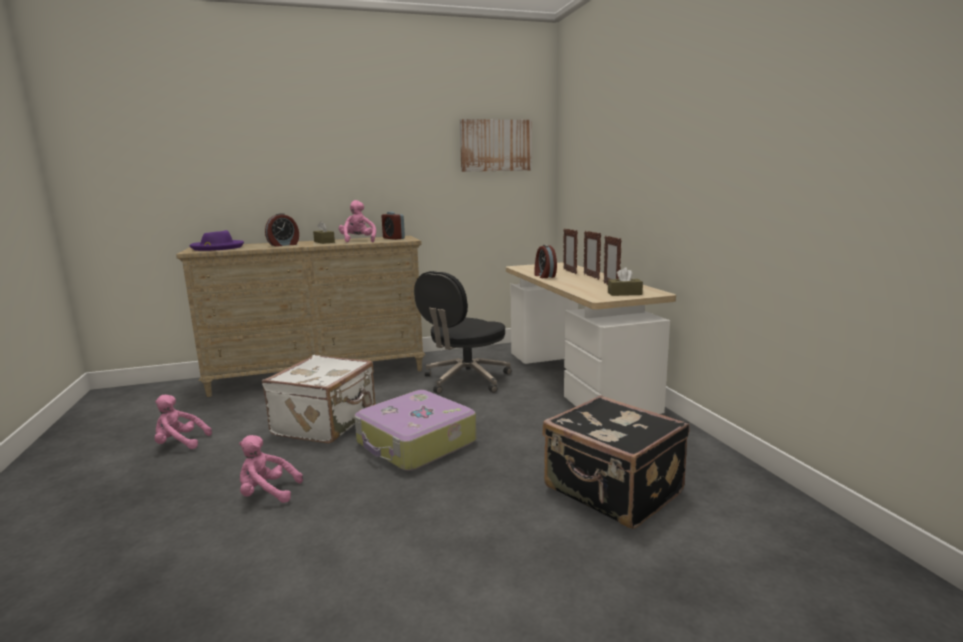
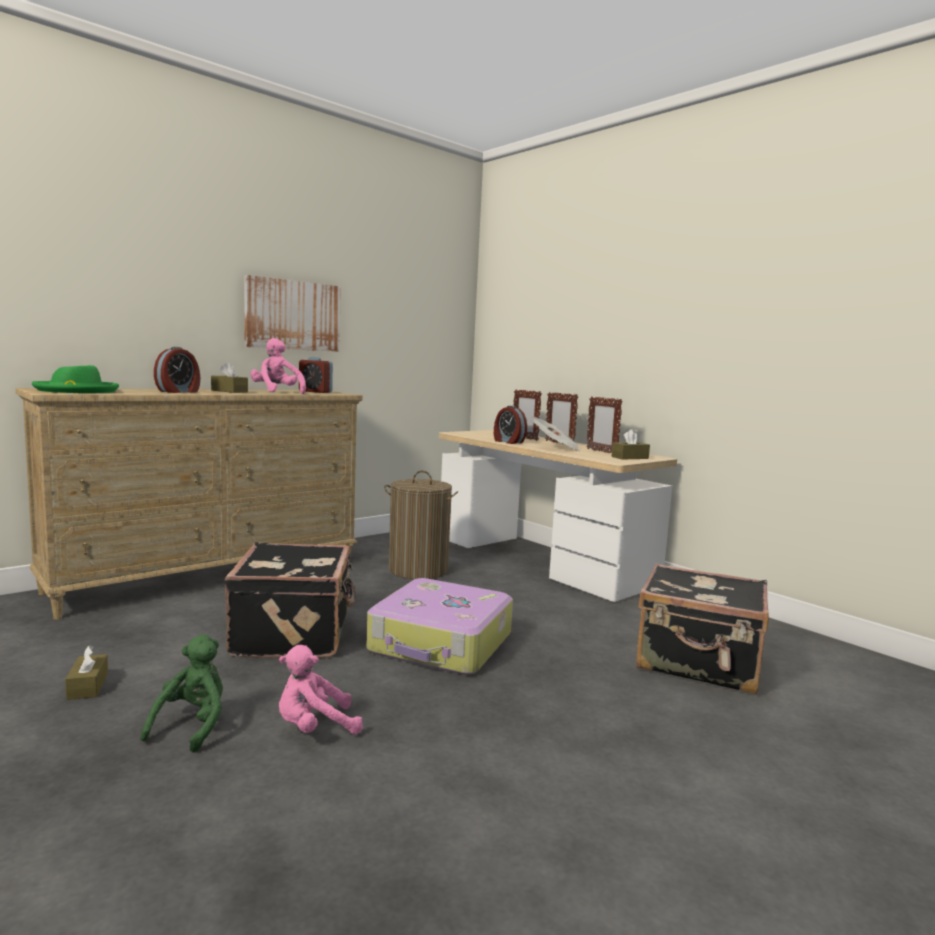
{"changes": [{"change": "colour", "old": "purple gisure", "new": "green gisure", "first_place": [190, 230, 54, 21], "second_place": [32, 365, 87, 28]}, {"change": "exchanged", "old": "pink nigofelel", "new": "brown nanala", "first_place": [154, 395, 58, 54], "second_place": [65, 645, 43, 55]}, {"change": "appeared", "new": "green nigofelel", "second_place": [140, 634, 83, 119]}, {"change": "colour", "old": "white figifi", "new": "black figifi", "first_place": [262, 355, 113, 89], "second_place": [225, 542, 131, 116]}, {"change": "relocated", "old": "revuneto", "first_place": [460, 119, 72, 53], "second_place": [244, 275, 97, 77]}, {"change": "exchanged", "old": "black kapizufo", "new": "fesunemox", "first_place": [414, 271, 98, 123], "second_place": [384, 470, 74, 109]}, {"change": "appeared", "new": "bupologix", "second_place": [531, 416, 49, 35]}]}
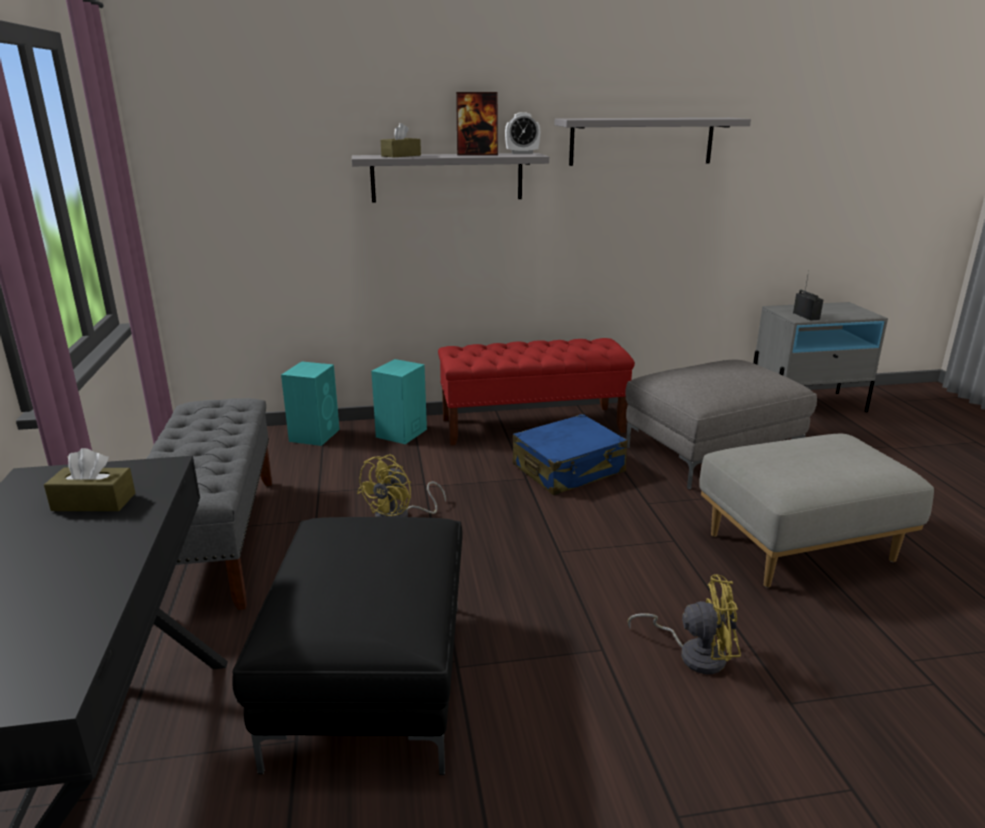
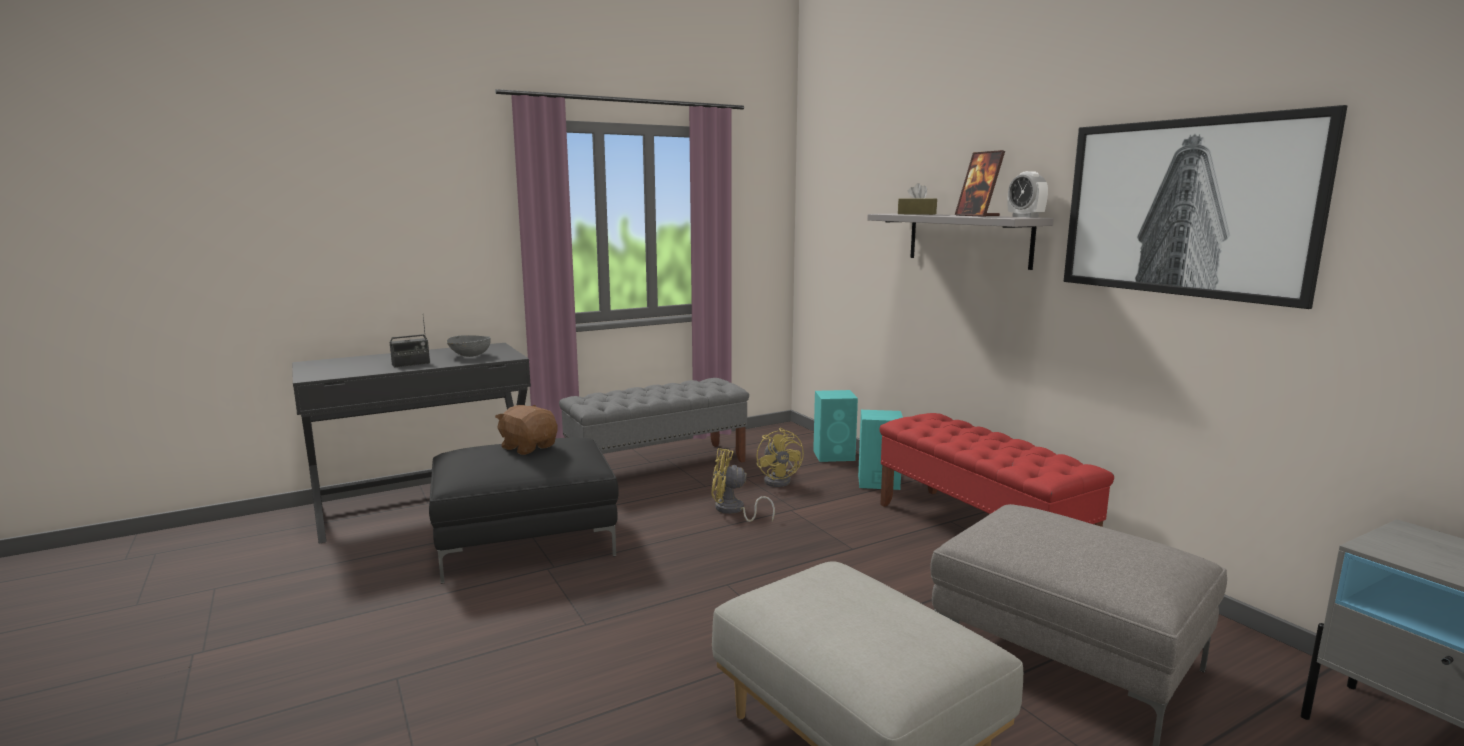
{"changes": [{"change": "relocated", "old": "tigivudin", "first_place": [793, 271, 30, 50], "second_place": [390, 317, 40, 50]}, {"change": "exchanged", "old": "brown nanala", "new": "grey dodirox", "first_place": [44, 448, 91, 63], "second_place": [446, 335, 45, 22]}, {"change": "appeared", "new": "brown nigofelel", "second_place": [495, 405, 62, 50]}, {"change": "relocated", "old": "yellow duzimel", "first_place": [628, 574, 113, 100], "second_place": [756, 428, 48, 59]}, {"change": "exchanged", "old": "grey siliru", "new": "revuneto", "first_place": [554, 118, 197, 48], "second_place": [1064, 105, 284, 204]}, {"change": "missing", "old": "blue figifi", "first_place": [513, 414, 114, 81]}]}
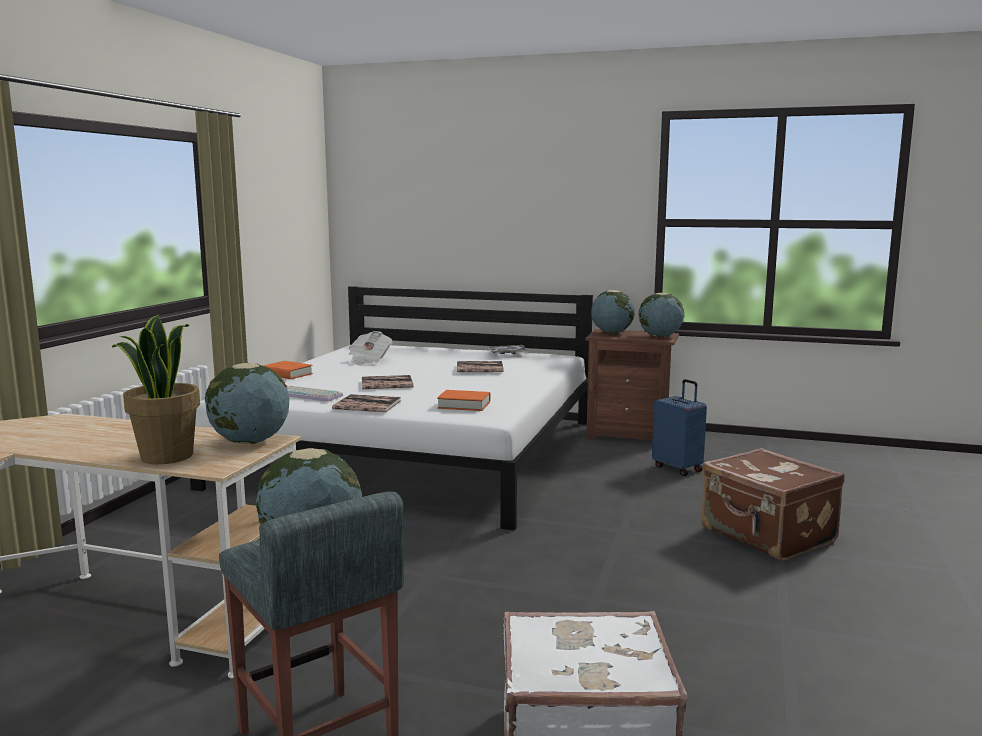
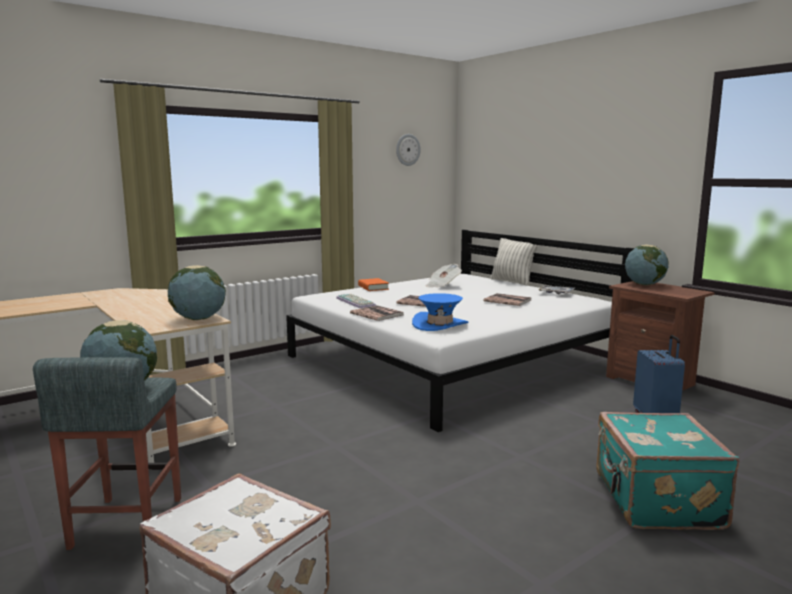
{"changes": [{"change": "appeared", "new": "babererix", "second_place": [396, 134, 25, 32]}, {"change": "exchanged", "old": "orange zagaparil", "new": "blue gisure", "first_place": [437, 390, 53, 21], "second_place": [412, 293, 57, 38]}, {"change": "appeared", "new": "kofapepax", "second_place": [490, 238, 48, 48]}, {"change": "colour", "old": "brown figifi", "new": "turquoise figifi", "first_place": [701, 448, 144, 113], "second_place": [596, 412, 143, 118]}, {"change": "missing", "old": "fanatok", "first_place": [112, 315, 88, 149]}, {"change": "missing", "old": "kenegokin", "first_place": [638, 293, 46, 44]}]}
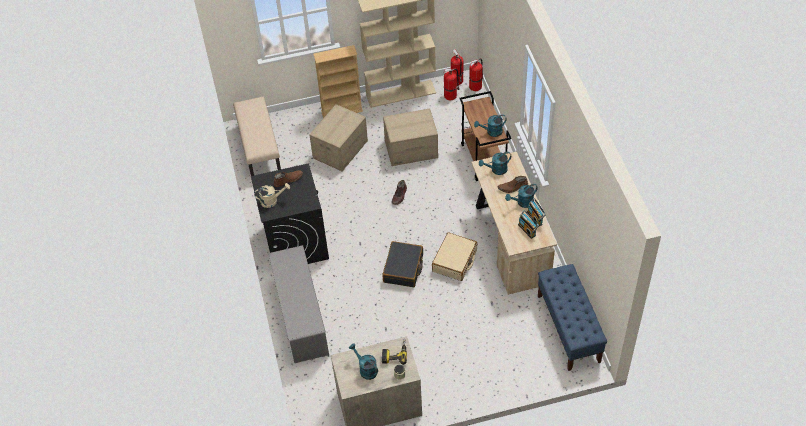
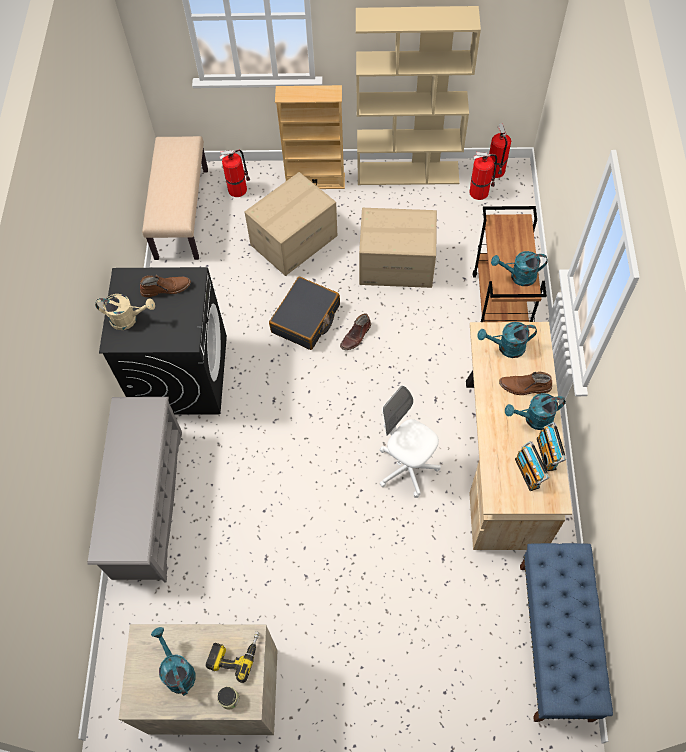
{"changes": [{"change": "relocated", "old": "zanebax", "first_place": [469, 58, 14, 33], "second_place": [220, 149, 30, 48]}, {"change": "relocated", "old": "black figifi", "first_place": [382, 241, 41, 46], "second_place": [269, 277, 71, 73]}, {"change": "exchanged", "old": "beige figifi", "new": "white kapizufo", "first_place": [432, 232, 45, 49], "second_place": [379, 385, 62, 113]}]}
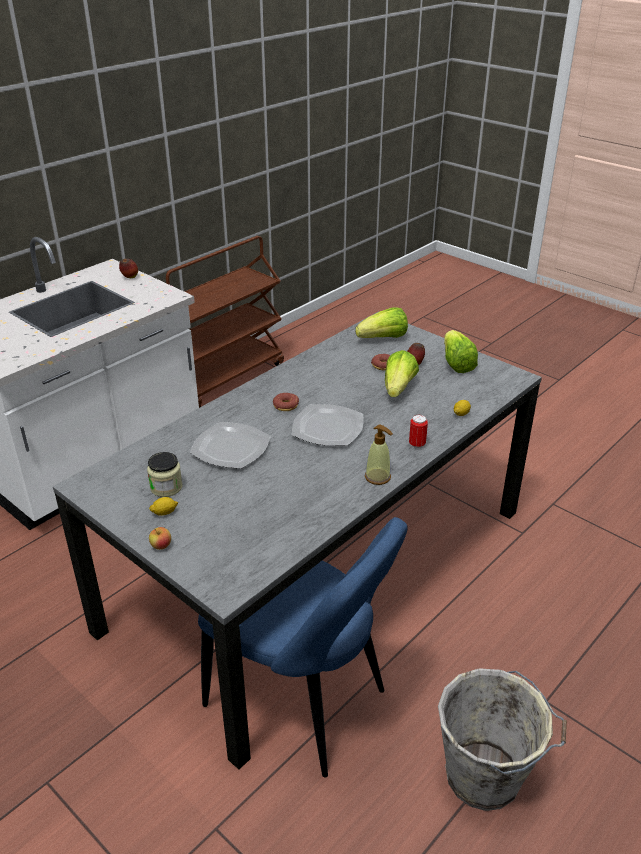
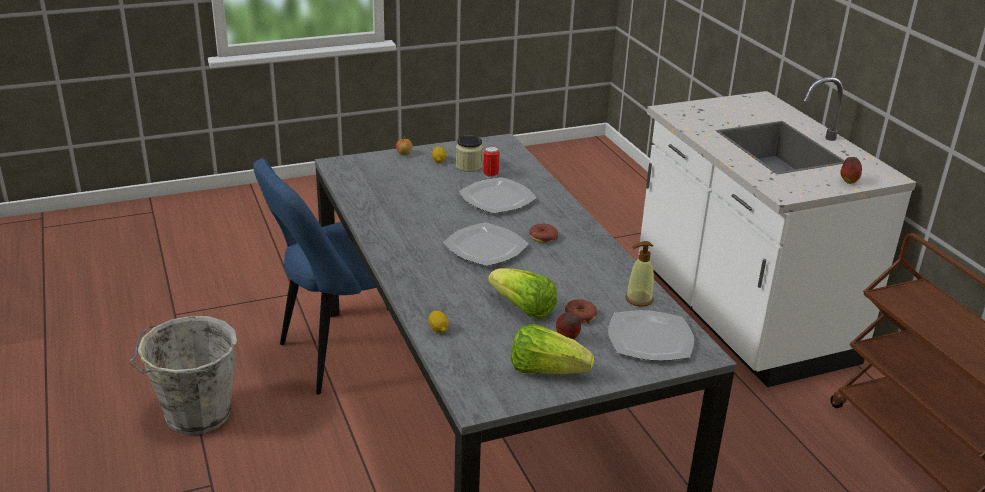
{"changes": [{"change": "relocated", "old": "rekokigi", "first_place": [409, 415, 19, 34], "second_place": [483, 146, 17, 32]}, {"change": "exchanged", "old": "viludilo", "new": "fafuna", "first_place": [355, 307, 53, 31], "second_place": [608, 310, 86, 51]}, {"change": "relocated", "old": "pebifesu", "first_place": [365, 425, 28, 60], "second_place": [625, 241, 29, 66]}]}
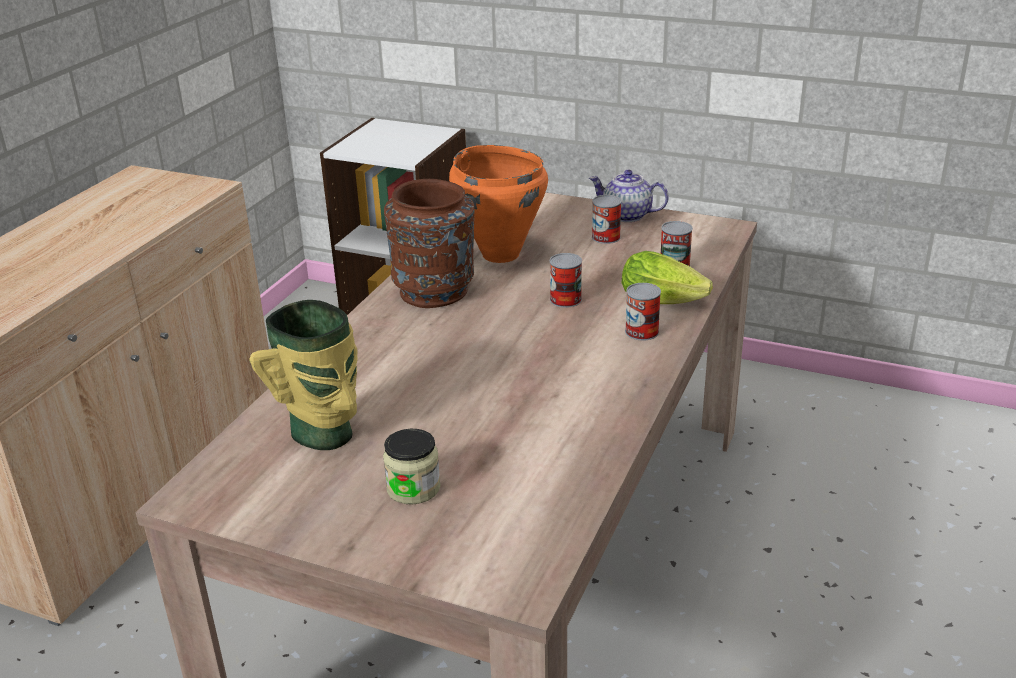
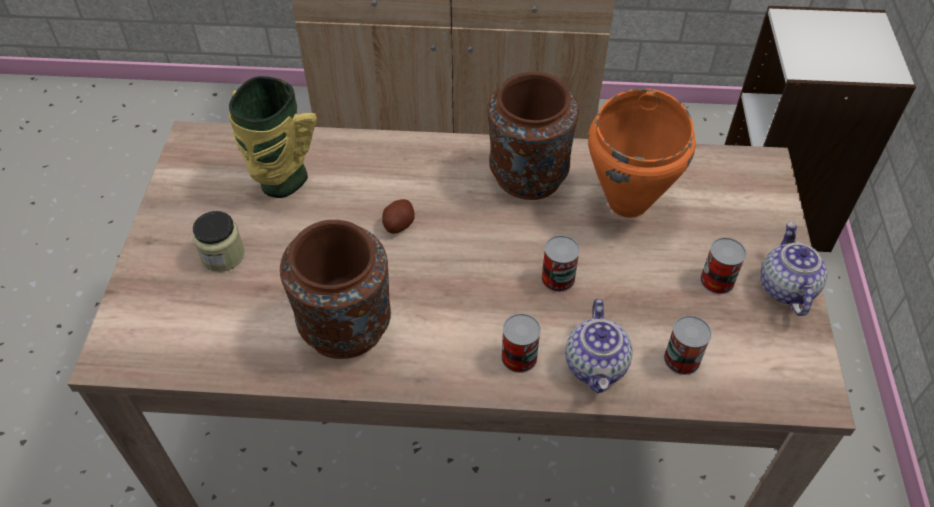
{"changes": [{"change": "appeared", "new": "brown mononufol", "second_place": [280, 220, 111, 139]}, {"change": "appeared", "new": "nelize", "second_place": [382, 199, 33, 35]}, {"change": "exchanged", "old": "viludilo", "new": "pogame", "first_place": [622, 251, 91, 53], "second_place": [565, 299, 68, 94]}]}
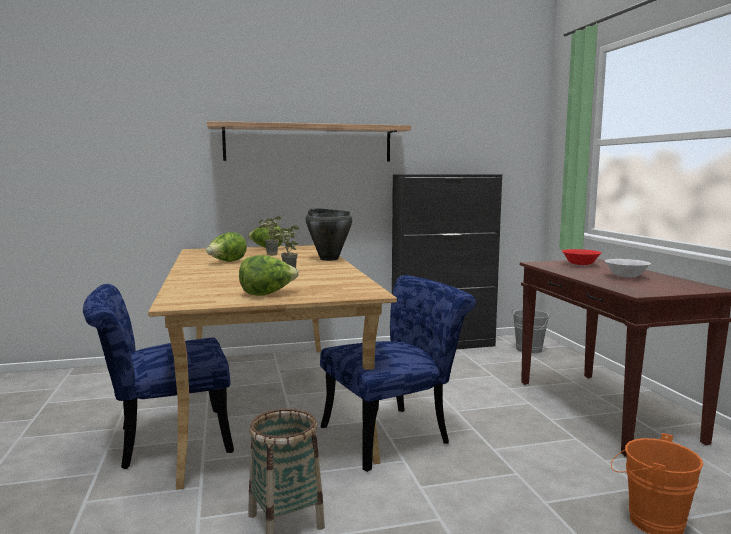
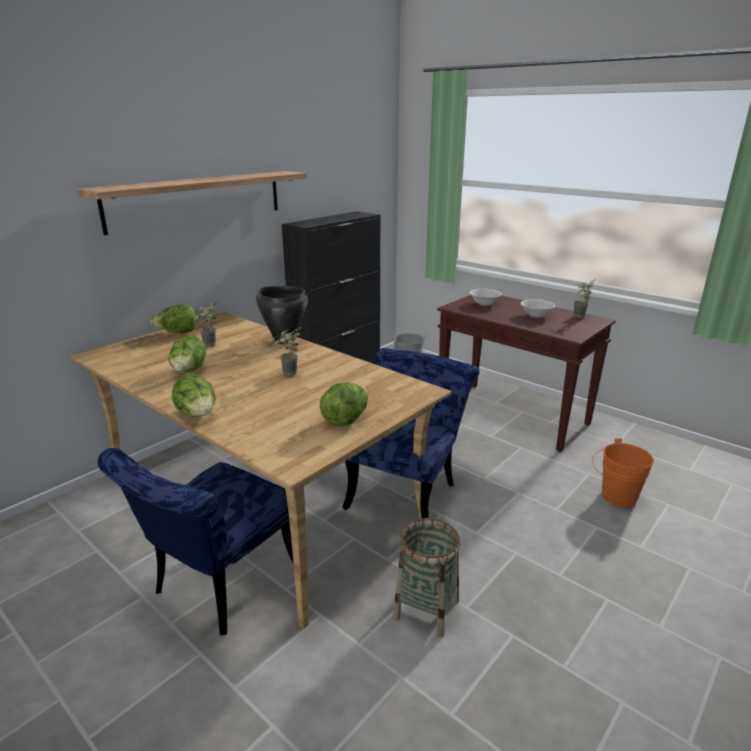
{"changes": [{"change": "appeared", "new": "viludilo", "second_place": [172, 373, 44, 44]}, {"change": "colour", "old": "red dodirox", "new": "white dodirox", "first_place": [562, 249, 39, 18], "second_place": [470, 289, 32, 17]}, {"change": "appeared", "new": "fanatok", "second_place": [574, 279, 21, 39]}]}
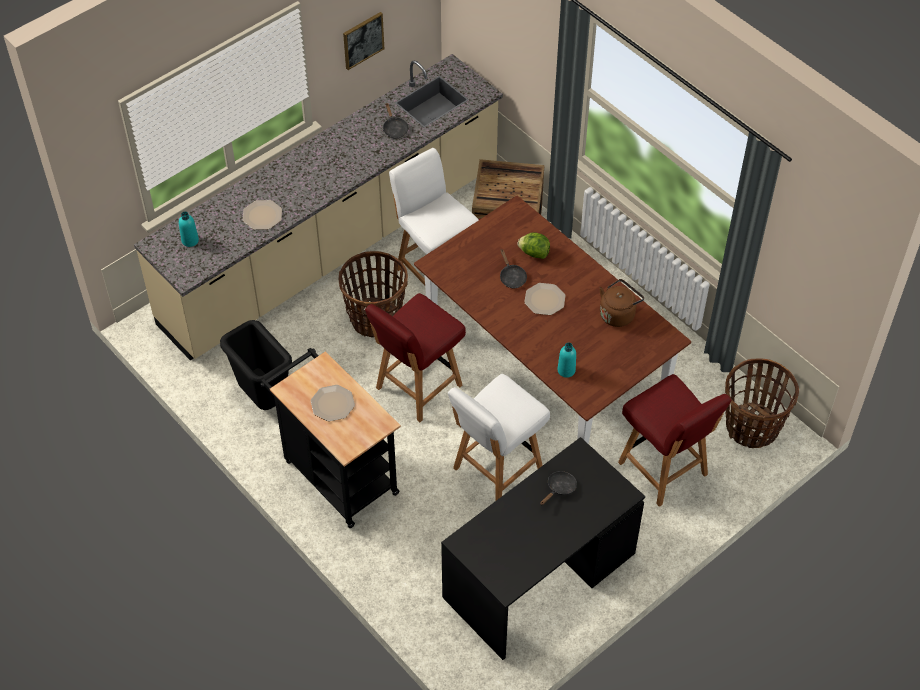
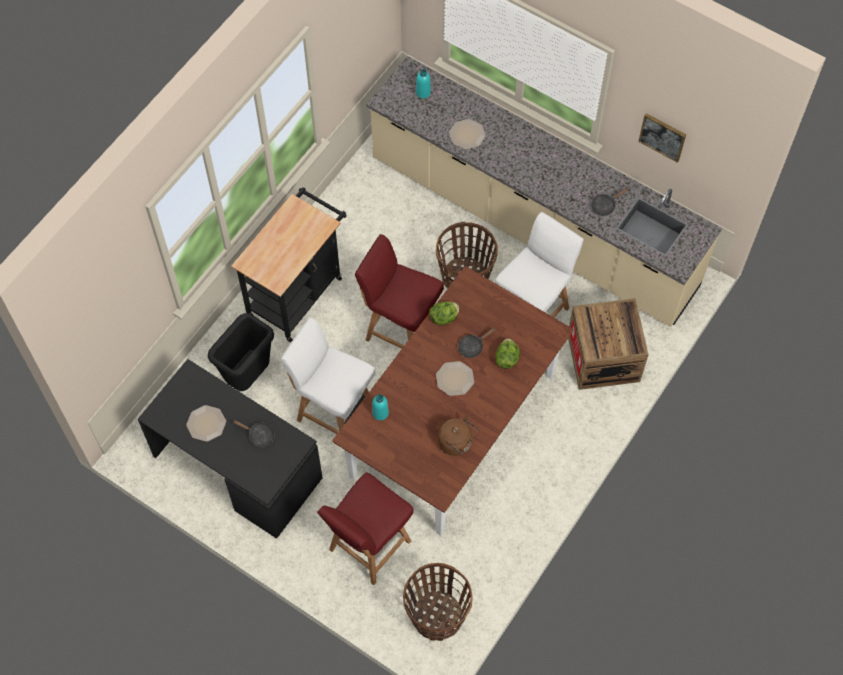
{"changes": [{"change": "relocated", "old": "fafuna", "first_place": [311, 385, 44, 37], "second_place": [186, 405, 40, 37]}, {"change": "relocated", "old": "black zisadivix", "first_place": [220, 320, 72, 90], "second_place": [208, 313, 66, 78]}, {"change": "appeared", "new": "viludilo", "second_place": [429, 301, 30, 24]}]}
